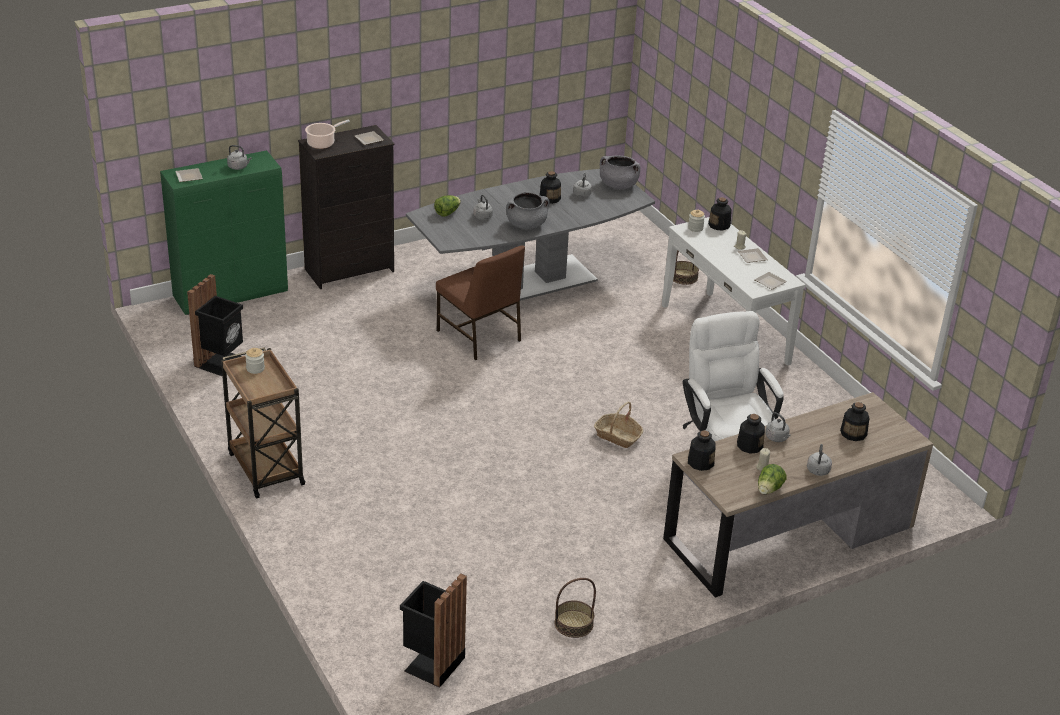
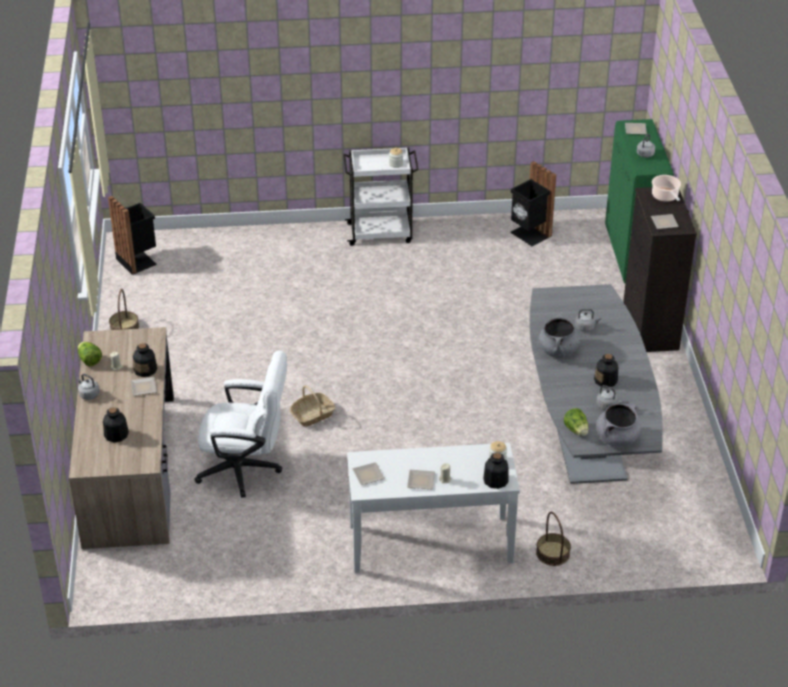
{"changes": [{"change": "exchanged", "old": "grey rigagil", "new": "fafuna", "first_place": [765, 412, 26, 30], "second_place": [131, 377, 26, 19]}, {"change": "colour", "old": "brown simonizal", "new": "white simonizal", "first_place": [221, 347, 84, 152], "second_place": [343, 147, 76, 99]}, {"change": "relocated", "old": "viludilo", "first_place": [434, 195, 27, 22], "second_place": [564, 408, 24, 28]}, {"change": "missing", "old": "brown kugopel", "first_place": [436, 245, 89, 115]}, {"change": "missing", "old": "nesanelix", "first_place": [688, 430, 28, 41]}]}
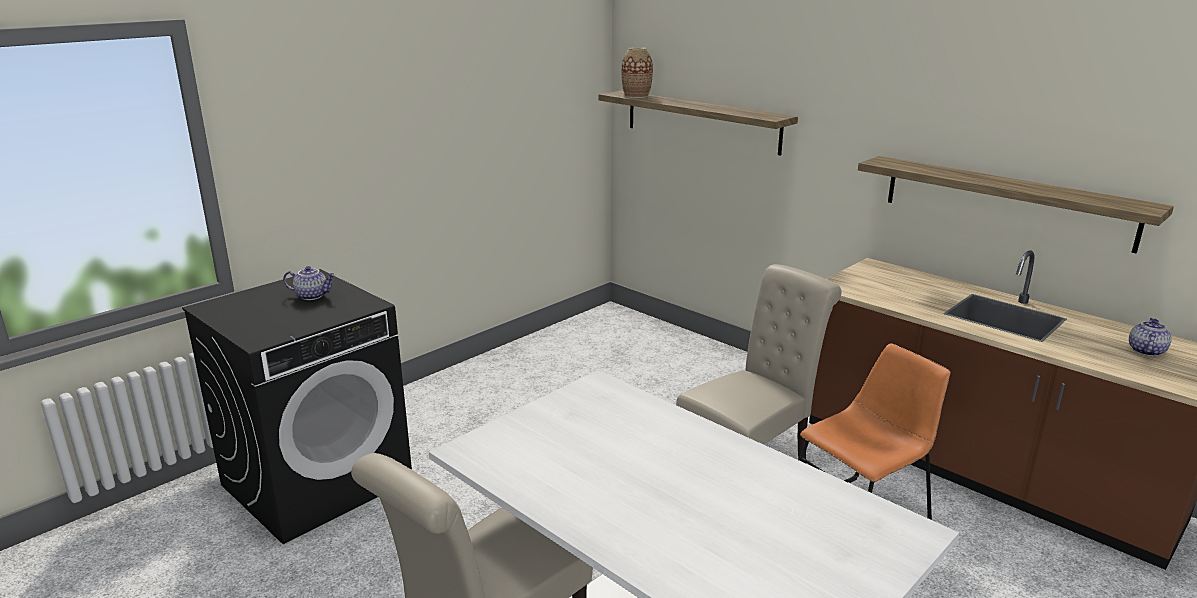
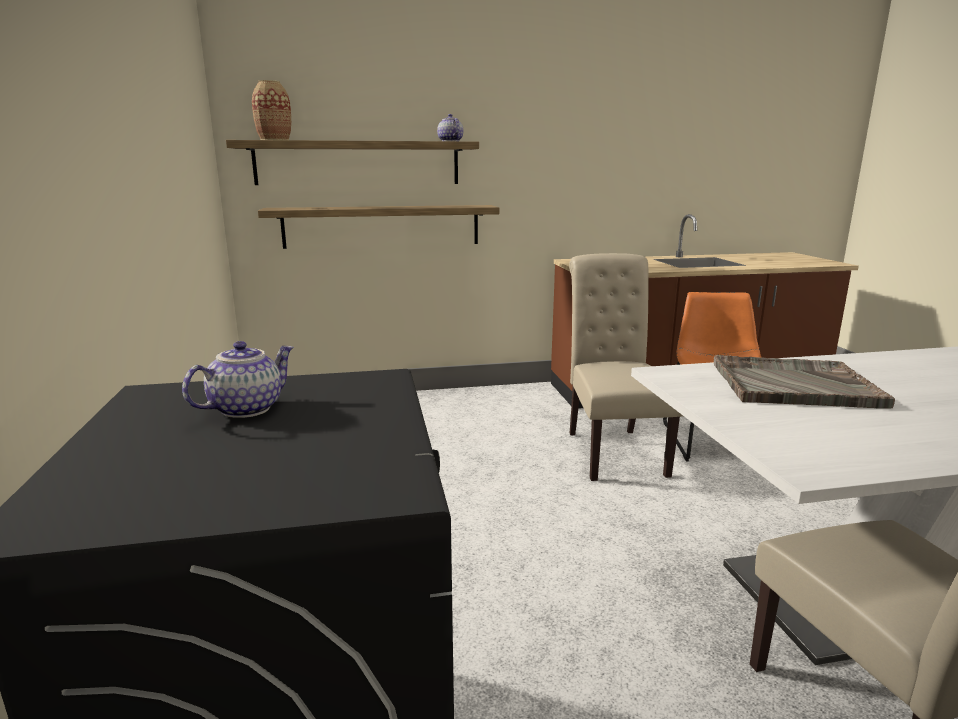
{"changes": [{"change": "relocated", "old": "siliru", "first_place": [858, 156, 316, 98], "second_place": [258, 205, 241, 44]}, {"change": "relocated", "old": "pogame", "first_place": [1129, 318, 42, 38], "second_place": [437, 114, 26, 27]}, {"change": "appeared", "new": "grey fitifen", "second_place": [714, 355, 181, 54]}]}
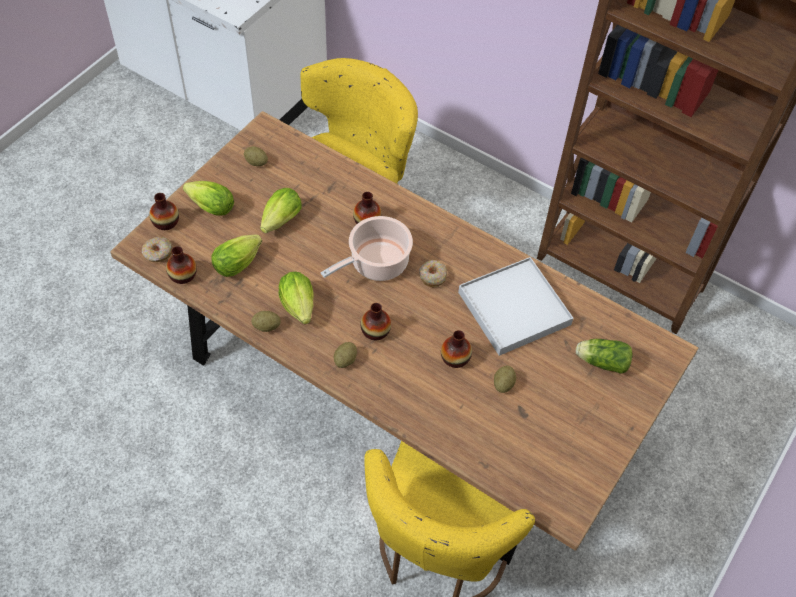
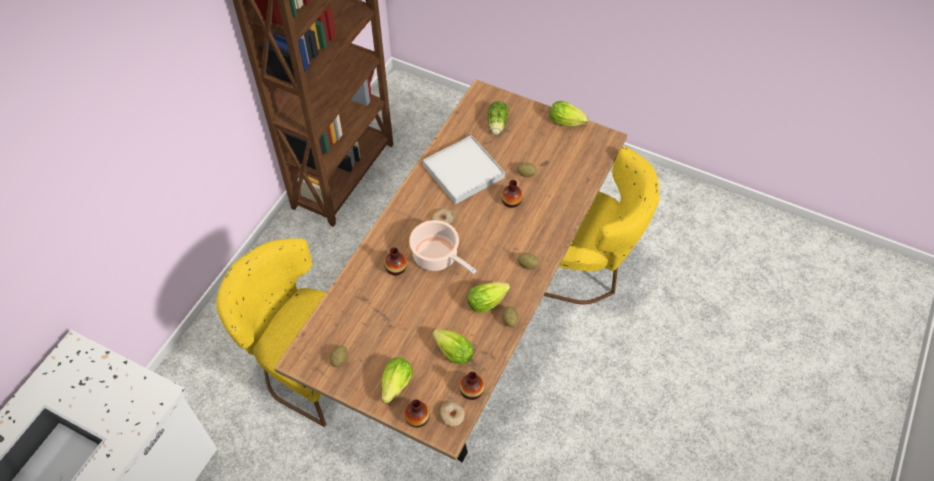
{"changes": [{"change": "relocated", "old": "viludilo", "first_place": [260, 188, 42, 45], "second_place": [549, 101, 39, 25]}, {"change": "missing", "old": "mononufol", "first_place": [360, 303, 31, 37]}]}
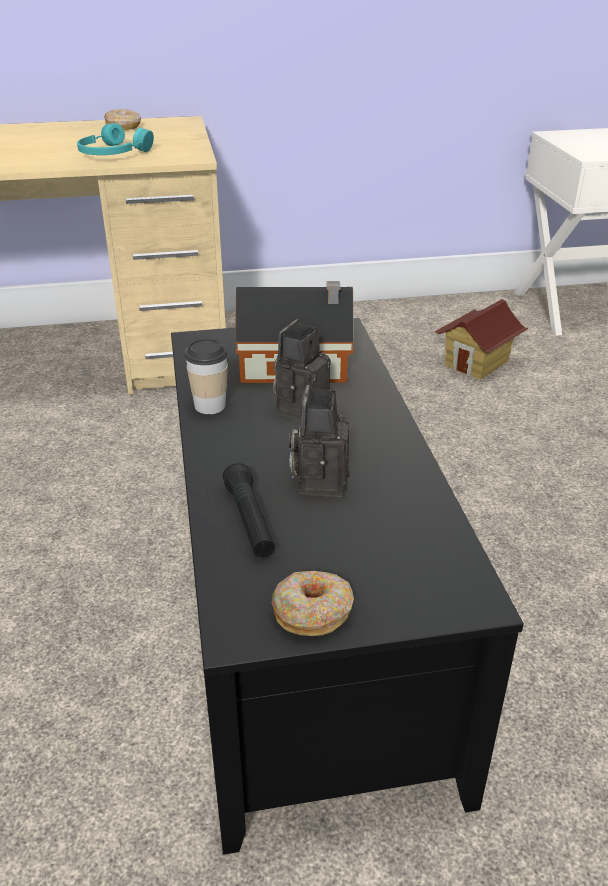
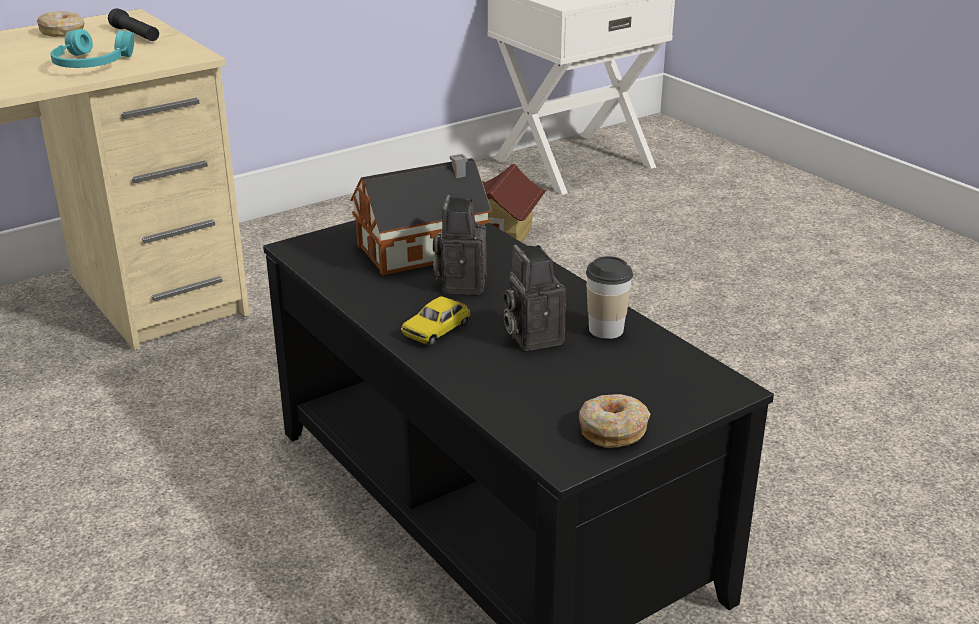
{"changes": [{"change": "relocated", "old": "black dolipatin", "first_place": [223, 463, 52, 95], "second_place": [108, 8, 51, 33]}, {"change": "appeared", "new": "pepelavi", "second_place": [401, 296, 69, 50]}, {"change": "relocated", "old": "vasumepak", "first_place": [184, 338, 44, 76], "second_place": [586, 256, 47, 83]}]}
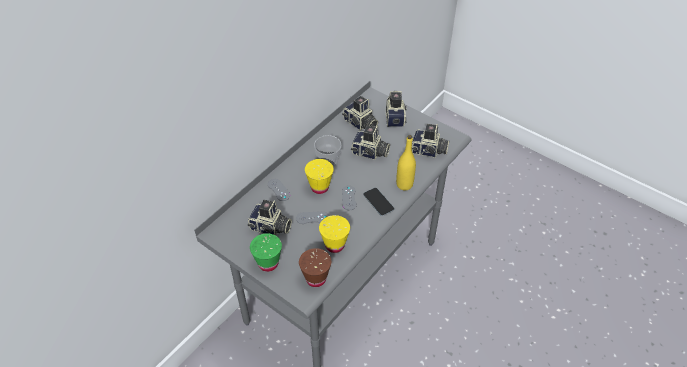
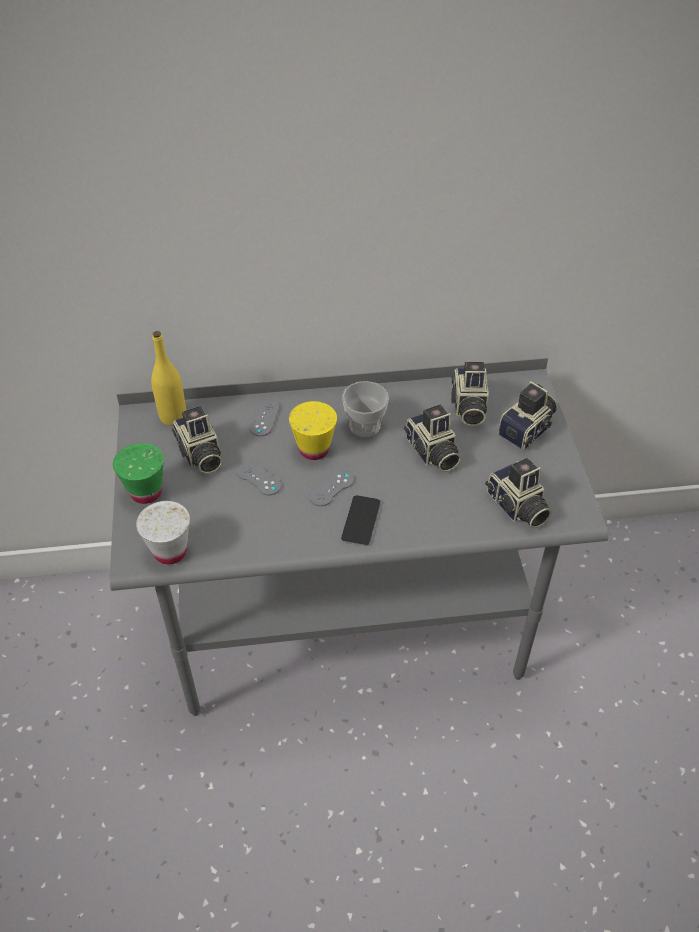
{"changes": [{"change": "colour", "old": "brown vasumepak", "new": "white vasumepak", "first_place": [299, 248, 32, 39], "second_place": [136, 501, 54, 64]}, {"change": "relocated", "old": "yellow nesanelix", "first_place": [396, 135, 20, 55], "second_place": [151, 331, 35, 95]}, {"change": "missing", "old": "yellow vasumepak", "first_place": [319, 215, 31, 38]}]}
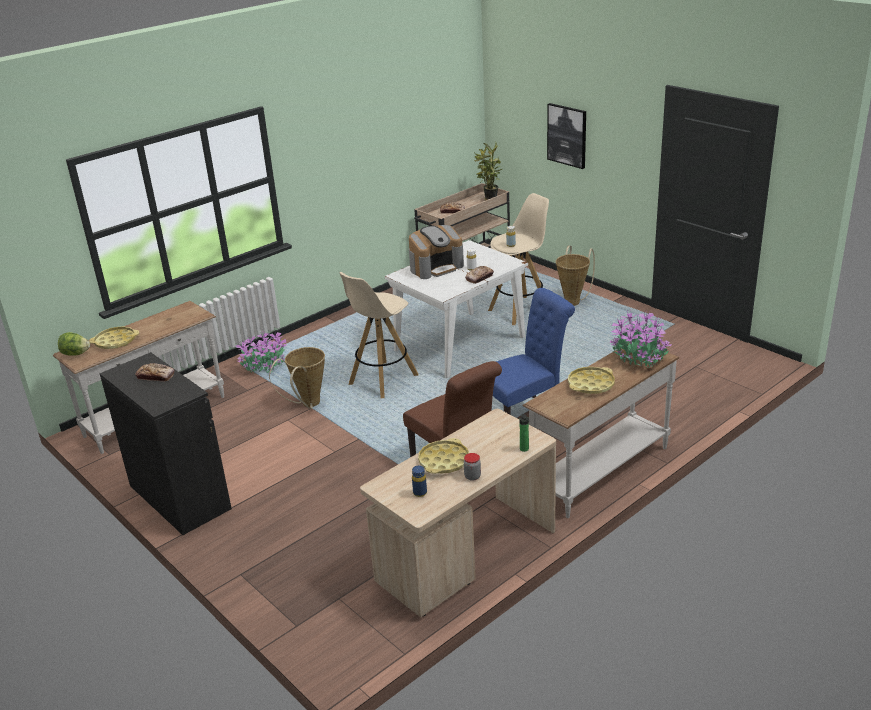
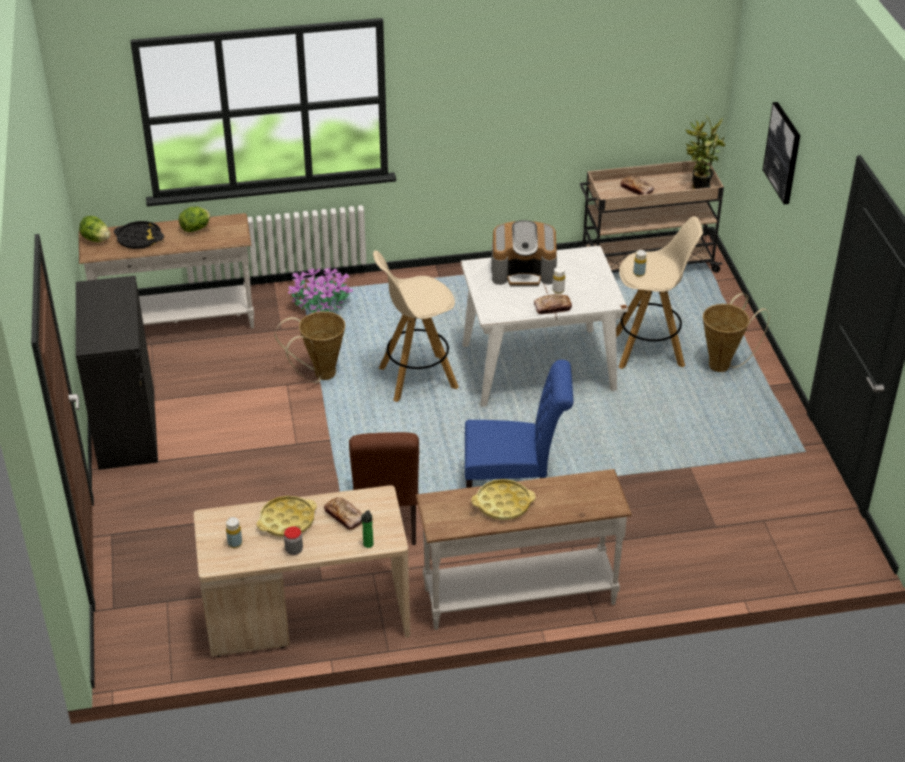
{"changes": [{"change": "colour", "old": "yellow fitifen", "new": "black fitifen", "first_place": [89, 327, 50, 22], "second_place": [114, 221, 50, 28]}, {"change": "appeared", "new": "viludilo", "second_place": [179, 207, 31, 25]}, {"change": "colour", "old": "blue nesanelix", "new": "yellow nesanelix", "first_place": [412, 466, 15, 31], "second_place": [226, 517, 16, 31]}, {"change": "relocated", "old": "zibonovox", "first_place": [135, 363, 40, 19], "second_place": [324, 497, 38, 33]}, {"change": "missing", "old": "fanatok", "first_place": [609, 310, 63, 59]}]}
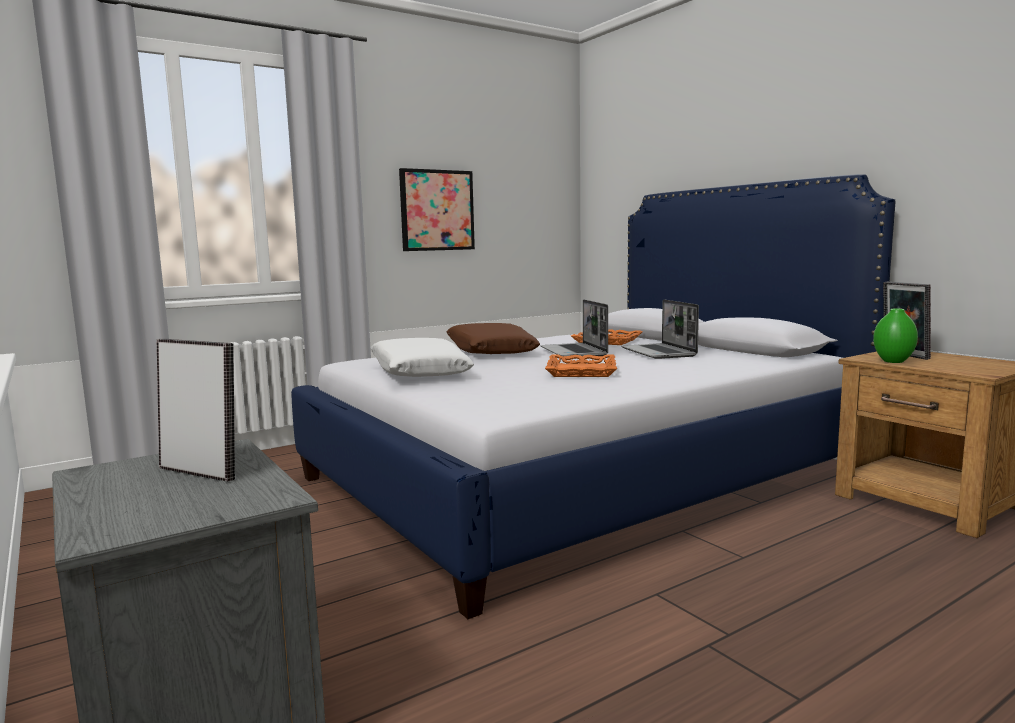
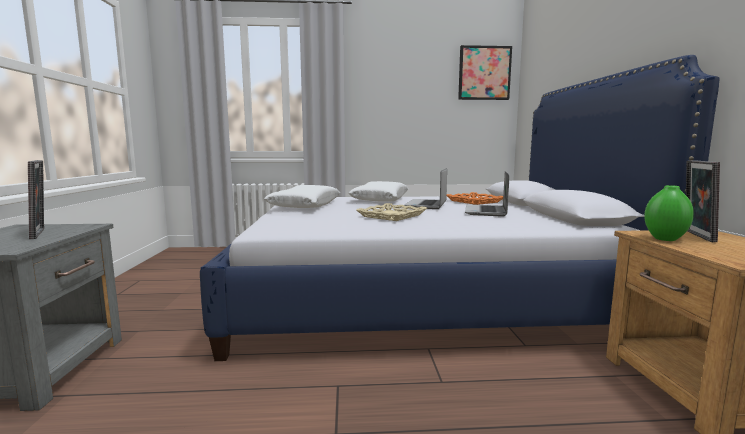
{"changes": [{"change": "colour", "old": "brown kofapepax", "new": "white kofapepax", "first_place": [446, 323, 94, 31], "second_place": [349, 181, 59, 21]}, {"change": "colour", "old": "orange fitifen", "new": "beige fitifen", "first_place": [545, 354, 72, 23], "second_place": [356, 203, 71, 18]}, {"change": "relocated", "old": "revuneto", "first_place": [399, 168, 76, 83], "second_place": [458, 45, 54, 55]}]}
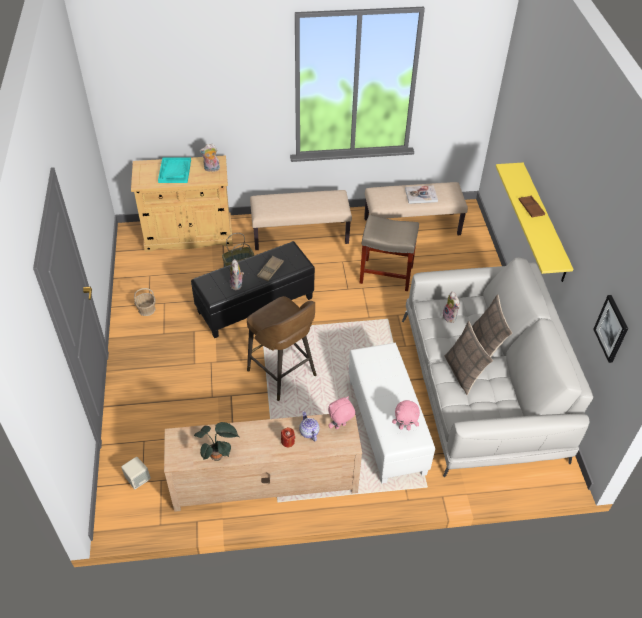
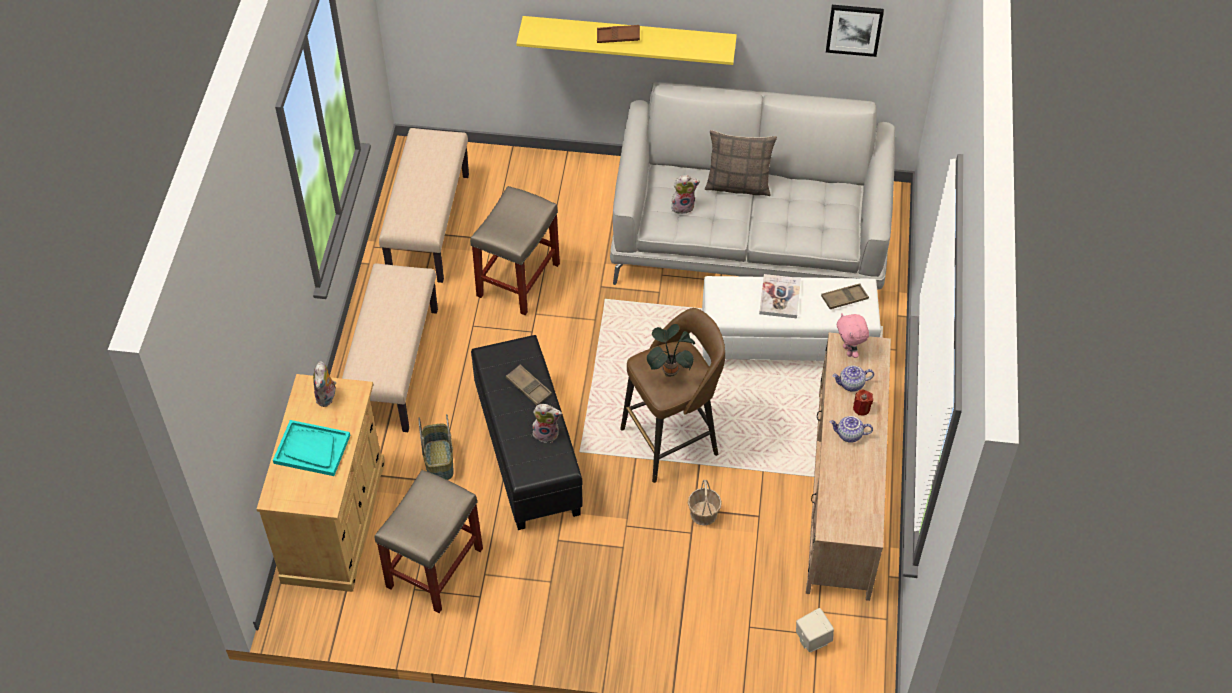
{"changes": [{"change": "appeared", "new": "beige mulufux", "second_place": [375, 470, 108, 143]}, {"change": "relocated", "old": "fanatok", "first_place": [194, 422, 45, 39], "second_place": [647, 324, 48, 53]}, {"change": "relocated", "old": "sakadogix", "first_place": [134, 288, 22, 28], "second_place": [688, 480, 34, 46]}, {"change": "relocated", "old": "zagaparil", "first_place": [405, 185, 33, 19], "second_place": [759, 274, 42, 44]}, {"change": "exchanged", "old": "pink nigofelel", "new": "brown fitifen", "first_place": [392, 400, 28, 30], "second_place": [821, 283, 48, 26]}, {"change": "appeared", "new": "pogame", "second_place": [829, 416, 44, 27]}, {"change": "missing", "old": "kofapepax", "first_place": [445, 321, 48, 74]}]}
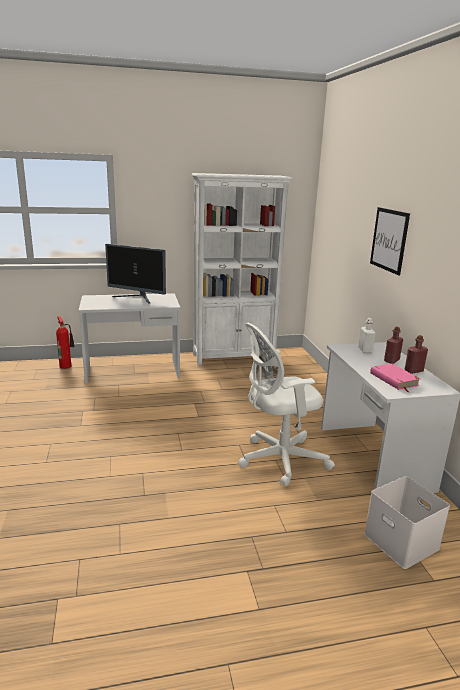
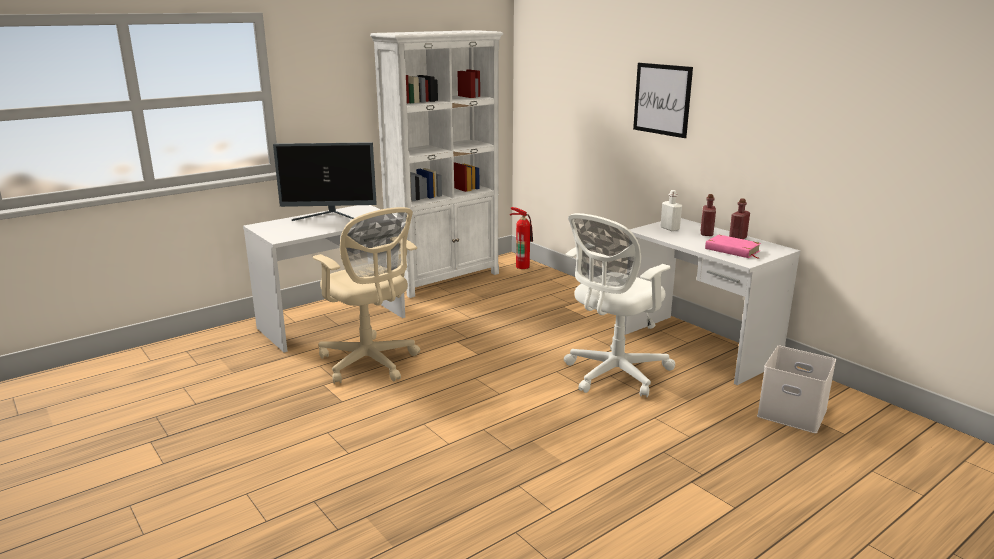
{"changes": [{"change": "appeared", "new": "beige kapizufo", "second_place": [313, 207, 107, 177]}, {"change": "relocated", "old": "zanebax", "first_place": [56, 316, 19, 53], "second_place": [510, 207, 23, 62]}]}
